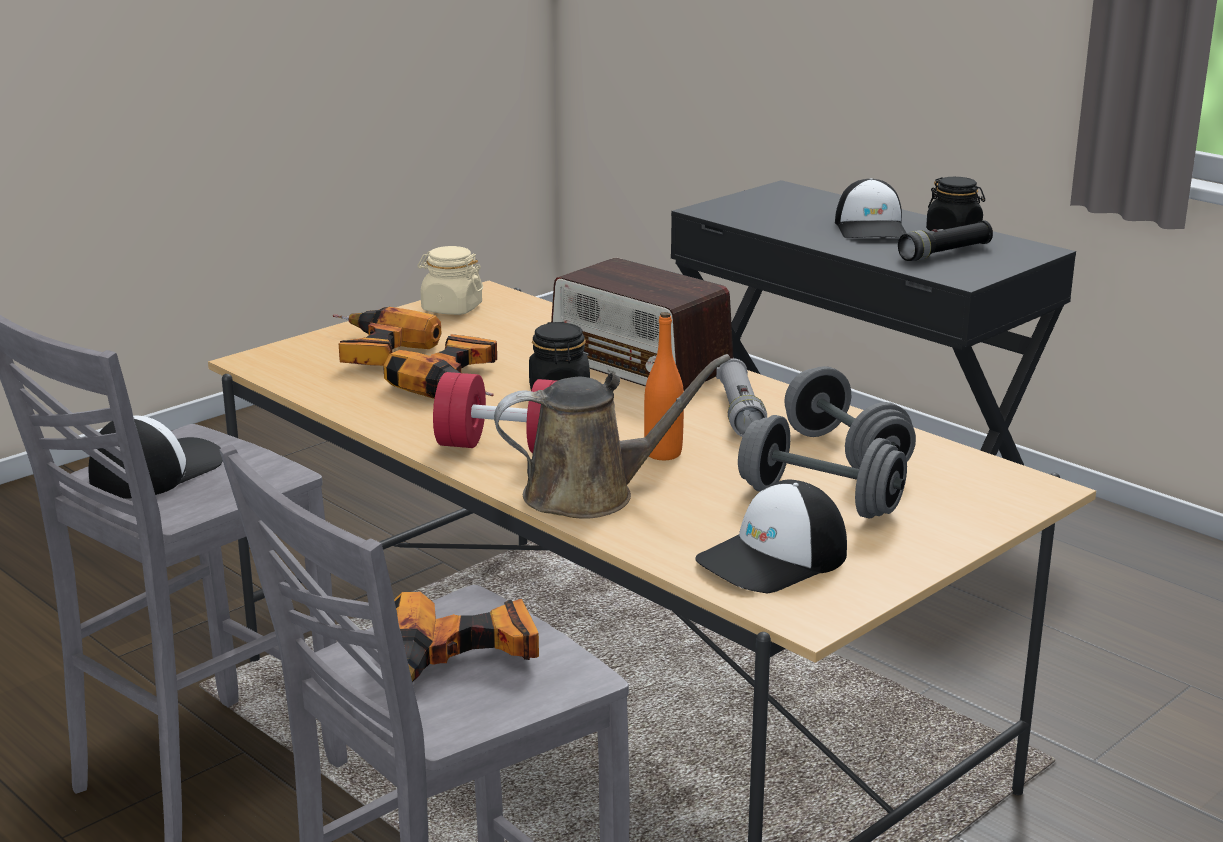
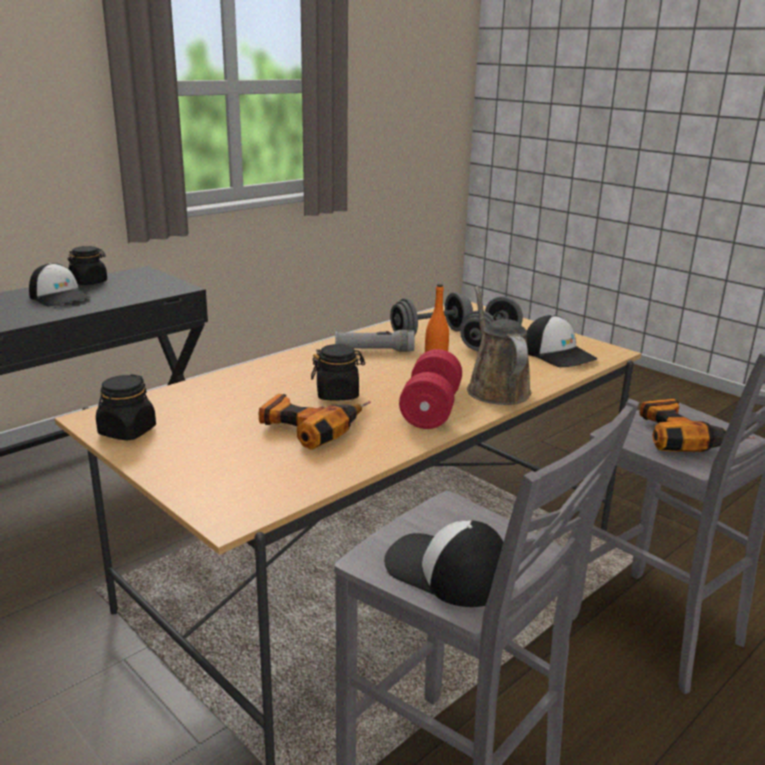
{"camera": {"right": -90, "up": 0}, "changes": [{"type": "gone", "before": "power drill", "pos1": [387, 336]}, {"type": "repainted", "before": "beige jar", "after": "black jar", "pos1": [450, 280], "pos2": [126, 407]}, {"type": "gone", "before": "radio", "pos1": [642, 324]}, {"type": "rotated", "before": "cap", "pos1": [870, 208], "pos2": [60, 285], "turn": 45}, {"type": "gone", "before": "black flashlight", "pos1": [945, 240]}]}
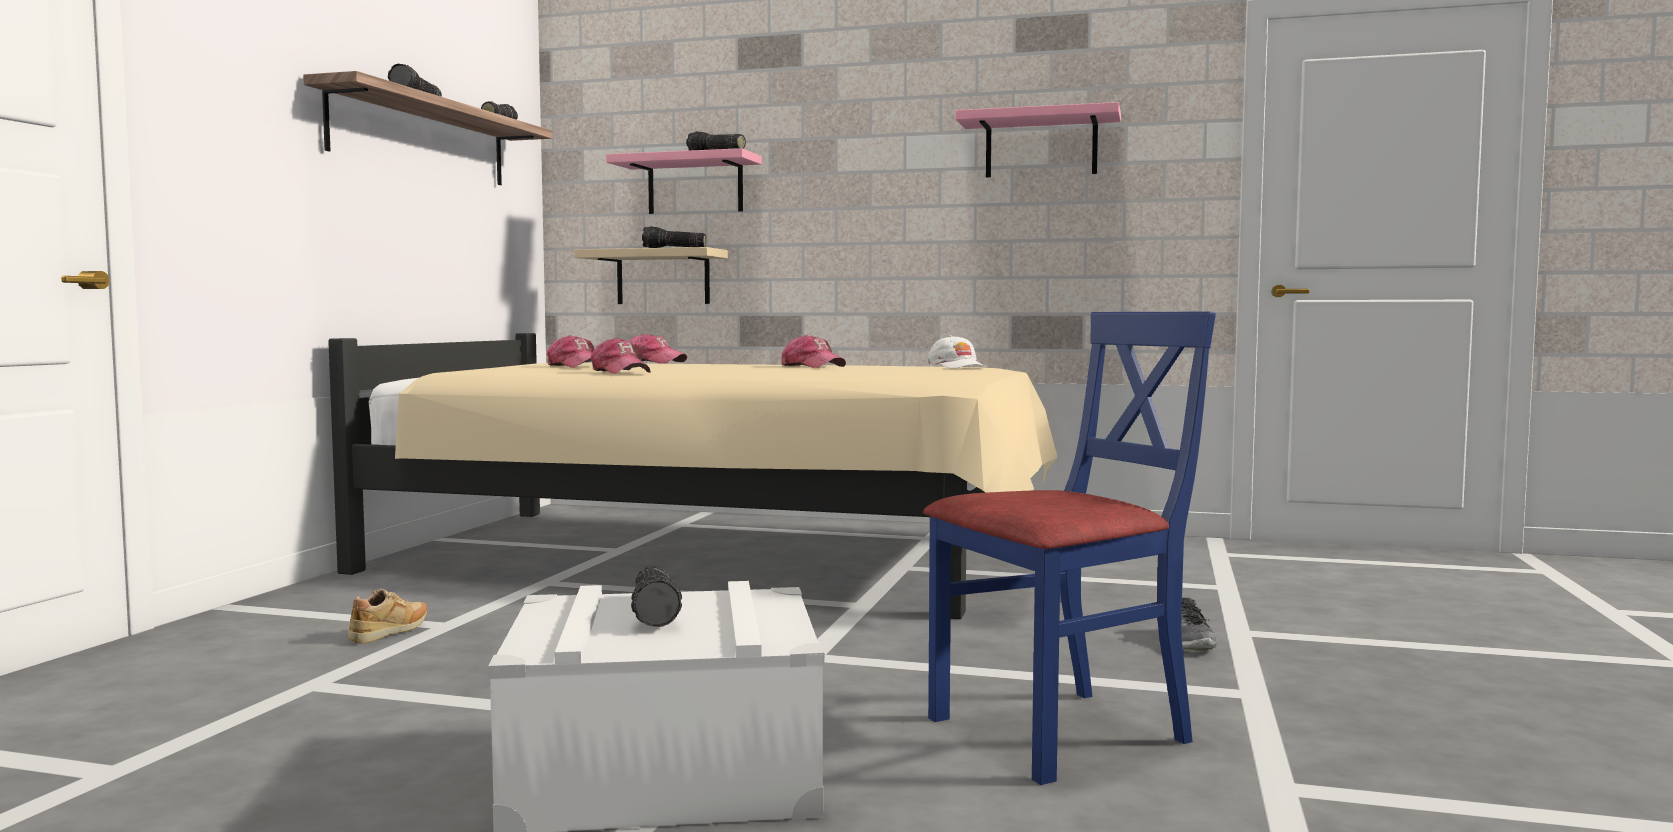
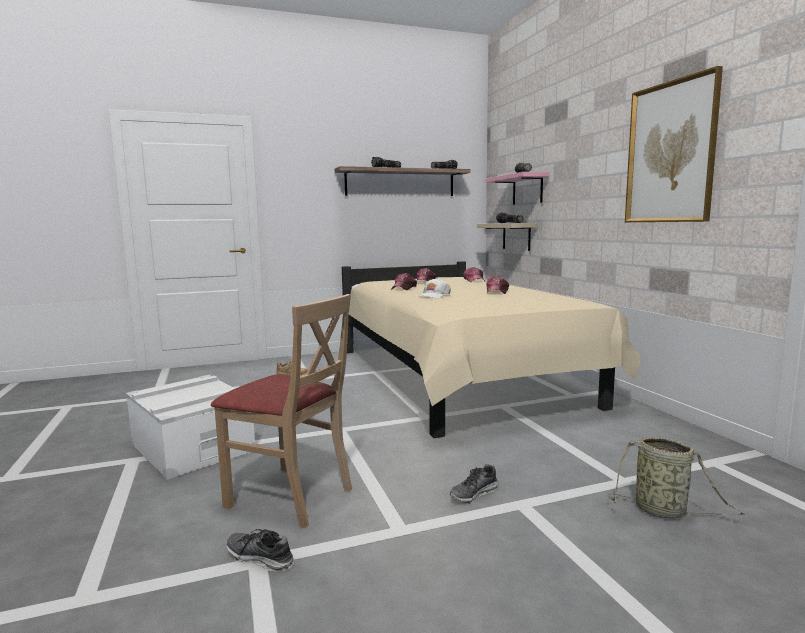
{"camera": {"right": 55, "up": 5}, "changes": [{"type": "gone", "before": "flashlight", "pos1": [656, 596]}, {"type": "repainted", "before": "blue chair", "after": "beige chair", "pos1": [1069, 548], "pos2": [281, 411]}, {"type": "shifted", "before": "white cap", "pos1": [957, 352], "pos2": [435, 288]}, {"type": "swapped", "before": "pink shelf", "after": "picture", "pos1": [1038, 139], "pos2": [674, 144]}, {"type": "new", "after": "shoe", "pos2": [260, 550]}, {"type": "new", "after": "basket", "pos2": [676, 478]}]}
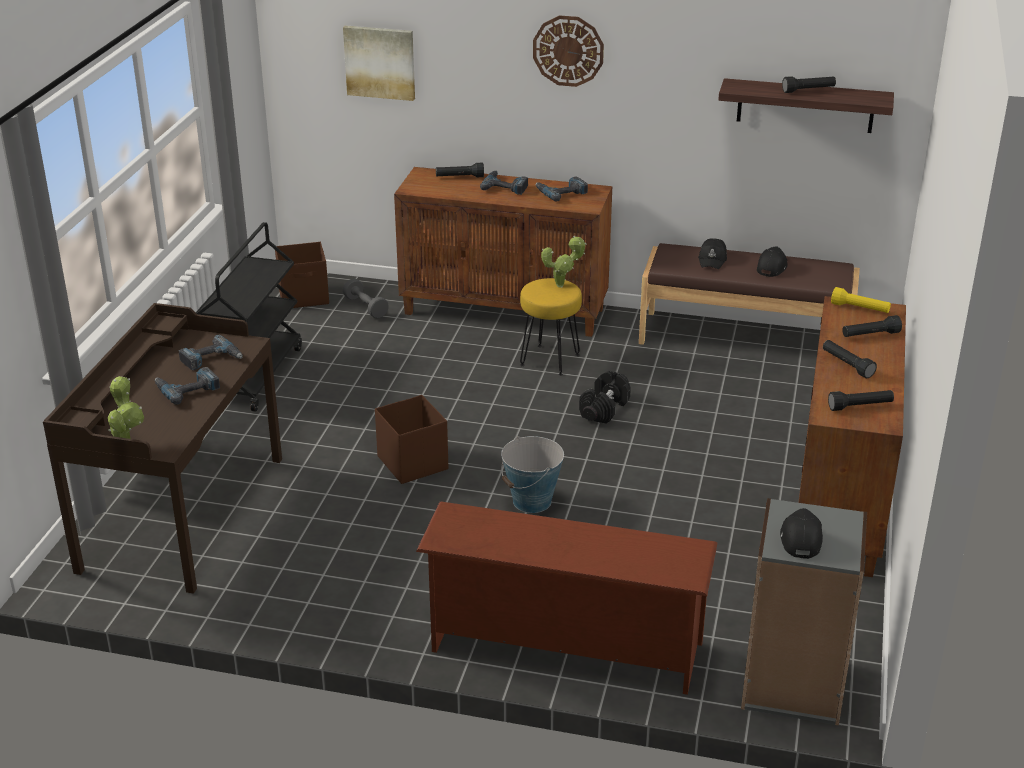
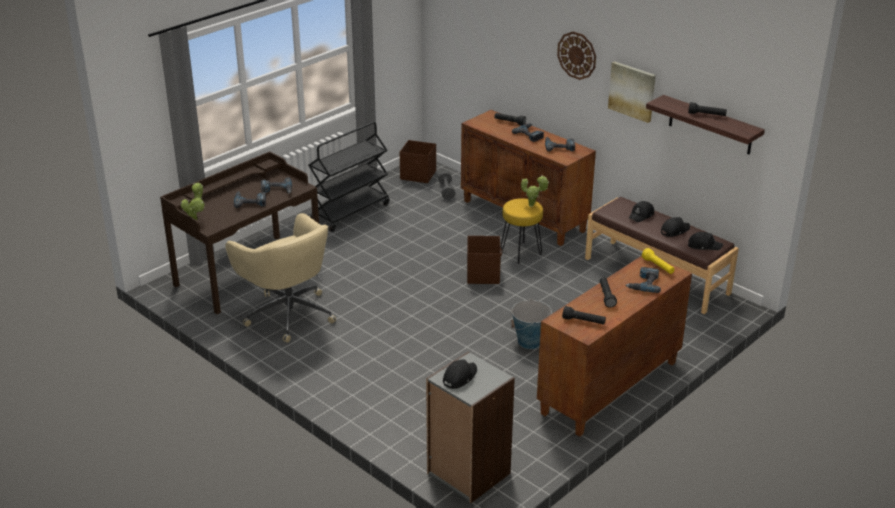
{"camera": {"right": 30, "up": 0}, "changes": [{"type": "shifted", "before": "picture", "pos1": [379, 63], "pos2": [632, 92]}, {"type": "shifted", "before": "brown storage box", "pos1": [411, 439], "pos2": [484, 260]}, {"type": "gone", "before": "brown shoe rack", "pos1": [567, 598]}, {"type": "shifted", "before": "bucket", "pos1": [532, 474], "pos2": [531, 324]}, {"type": "gone", "before": "black dumbbell", "pos1": [605, 397]}, {"type": "swapped", "before": "black flashlight", "after": "power drill", "pos1": [872, 326], "pos2": [643, 280]}, {"type": "new", "after": "beige office chair", "pos2": [281, 278]}, {"type": "new", "after": "black cap", "pos2": [705, 241]}]}
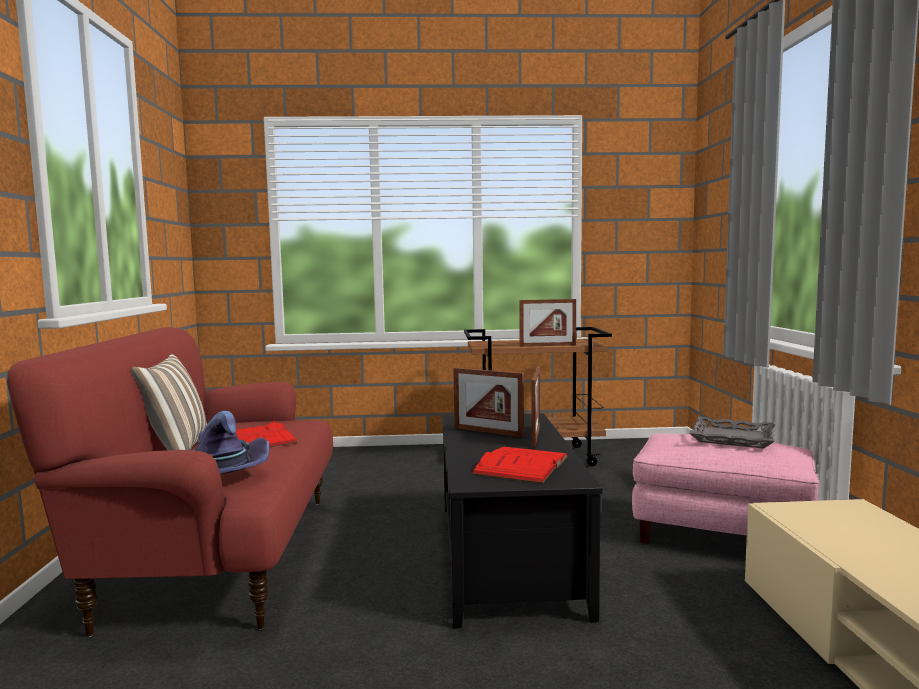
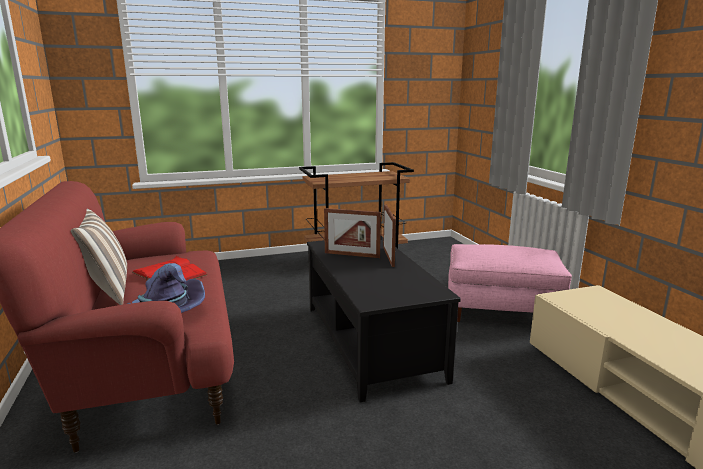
{"camera": {"right": -15, "up": 10}, "changes": [{"type": "gone", "before": "red book", "pos1": [519, 465]}, {"type": "gone", "before": "picture frame", "pos1": [547, 323]}, {"type": "gone", "before": "grey tray", "pos1": [732, 433]}]}
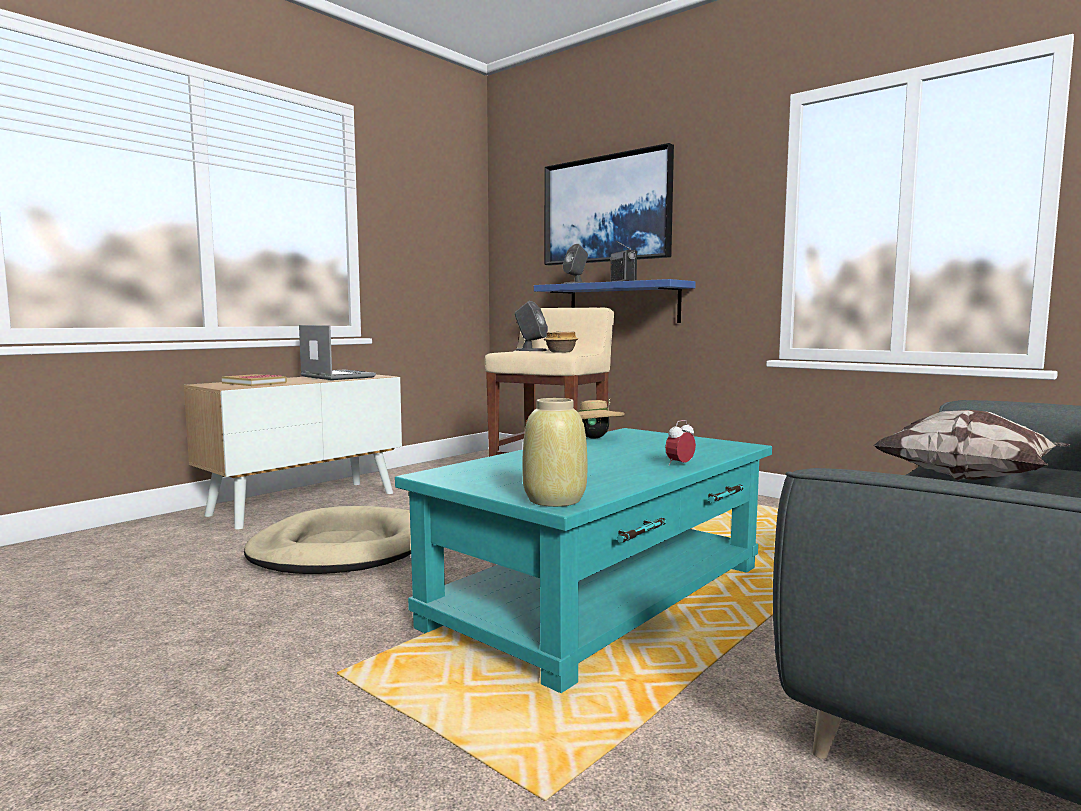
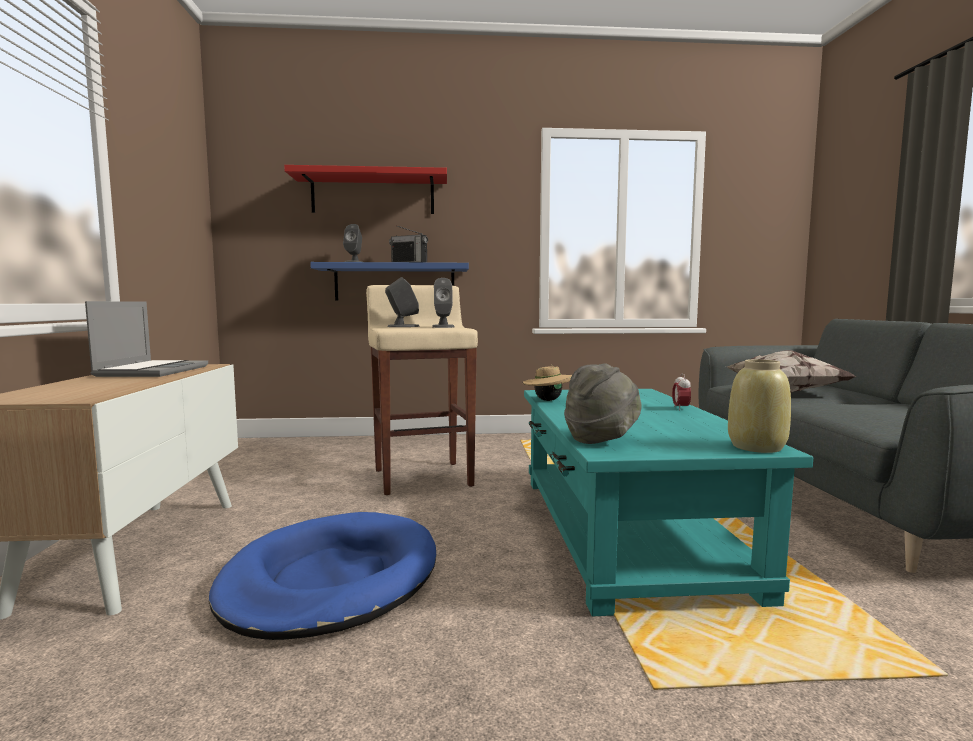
{"camera": {"right": -45, "up": 0}, "changes": [{"type": "gone", "before": "book", "pos1": [254, 380]}, {"type": "repainted", "before": "beige dog bed", "after": "blue dog bed", "pos1": [327, 540], "pos2": [322, 576]}, {"type": "rotated", "before": "laptop", "pos1": [337, 352], "pos2": [146, 339], "turn": 90}, {"type": "swapped", "before": "bowl", "after": "grey speaker", "pos1": [561, 342], "pos2": [443, 303]}, {"type": "swapped", "before": "picture", "after": "red shelf", "pos1": [609, 204], "pos2": [365, 189]}, {"type": "new", "after": "grey hat", "pos2": [602, 403]}]}
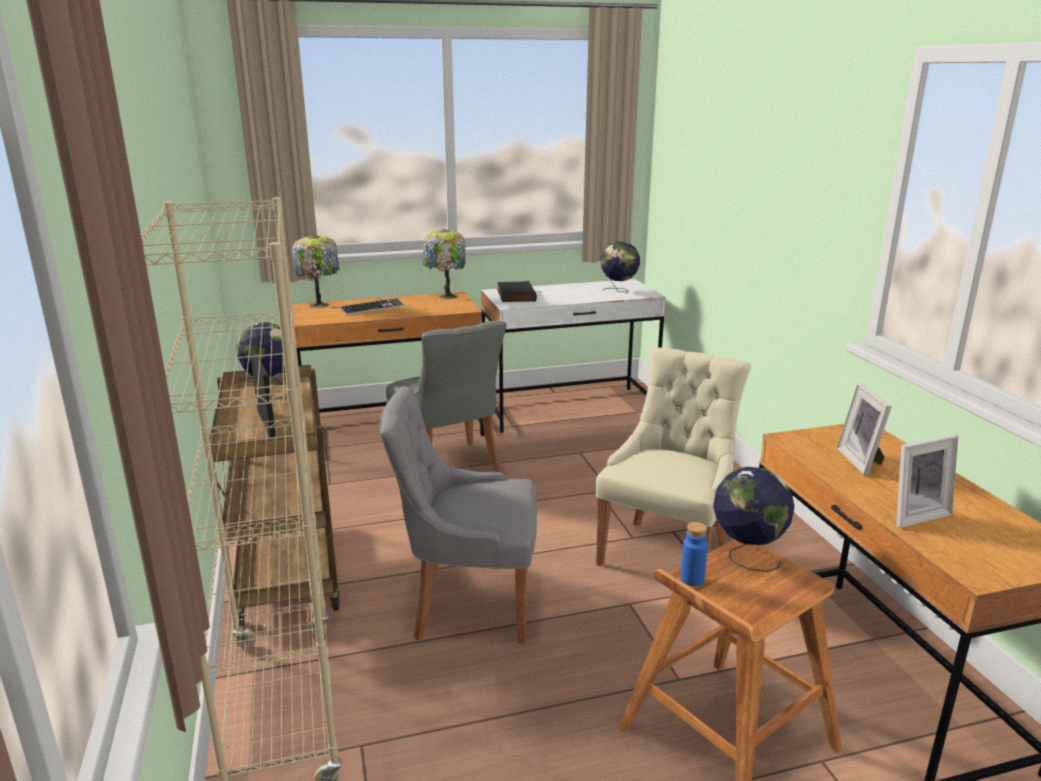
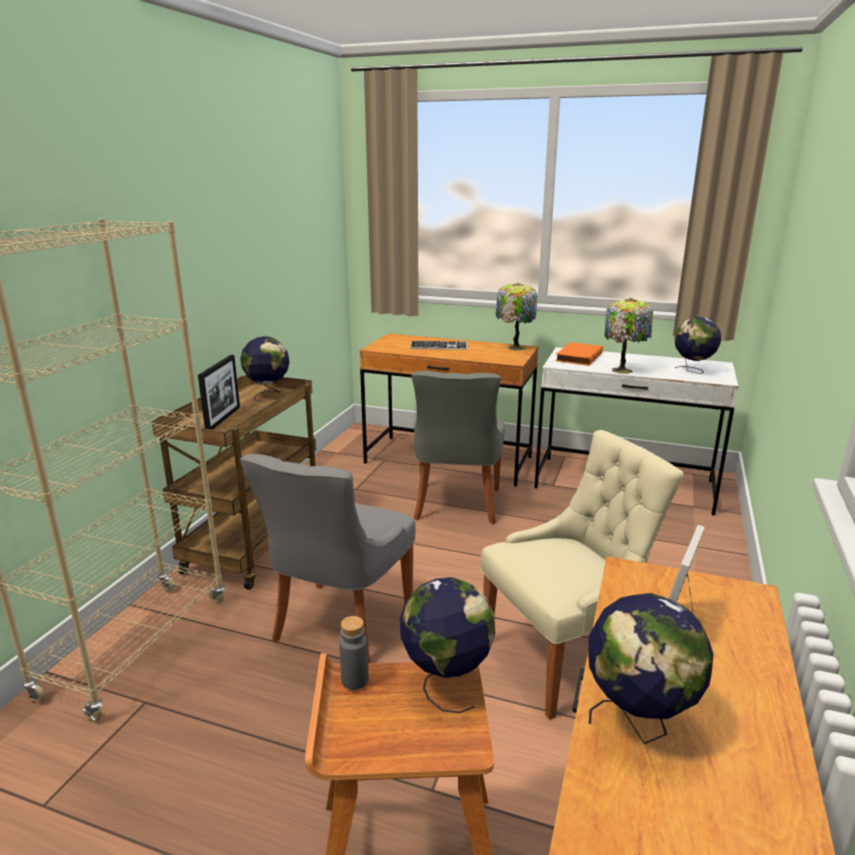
{"camera": {"right": 35, "up": 0}, "changes": [{"type": "shifted", "before": "table lamp", "pos1": [316, 271], "pos2": [629, 336]}, {"type": "rotated", "before": "grey chair", "pos1": [458, 515], "pos2": [328, 559], "turn": -105}, {"type": "repainted", "before": "black book", "after": "orange book", "pos1": [517, 291], "pos2": [579, 354]}, {"type": "repainted", "before": "blue bottle", "after": "grey bottle", "pos1": [694, 554], "pos2": [354, 653]}, {"type": "swapped", "before": "picture frame", "after": "globe", "pos1": [927, 481], "pos2": [650, 668]}]}
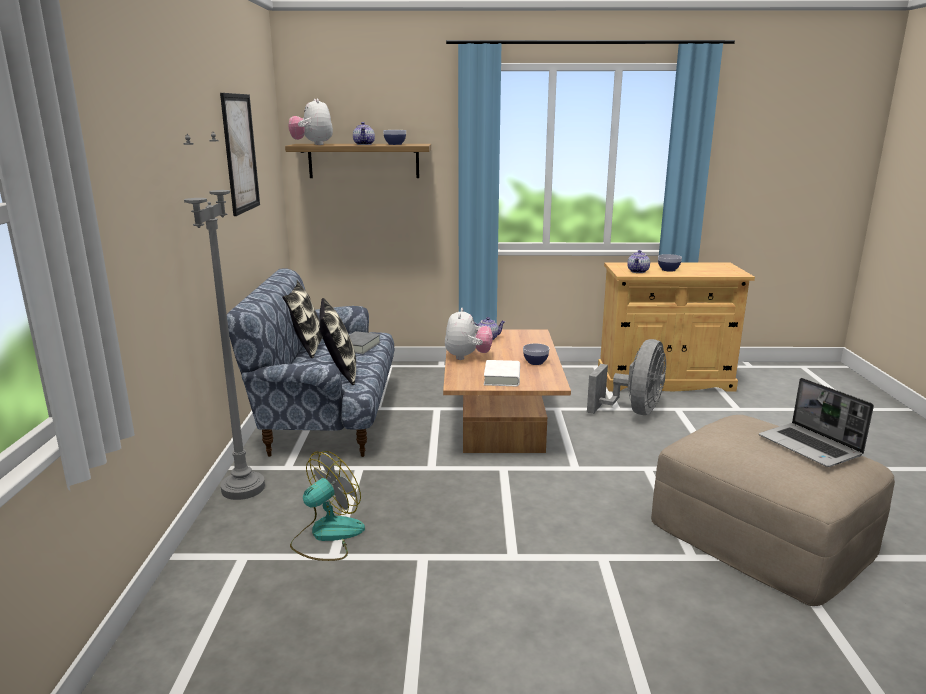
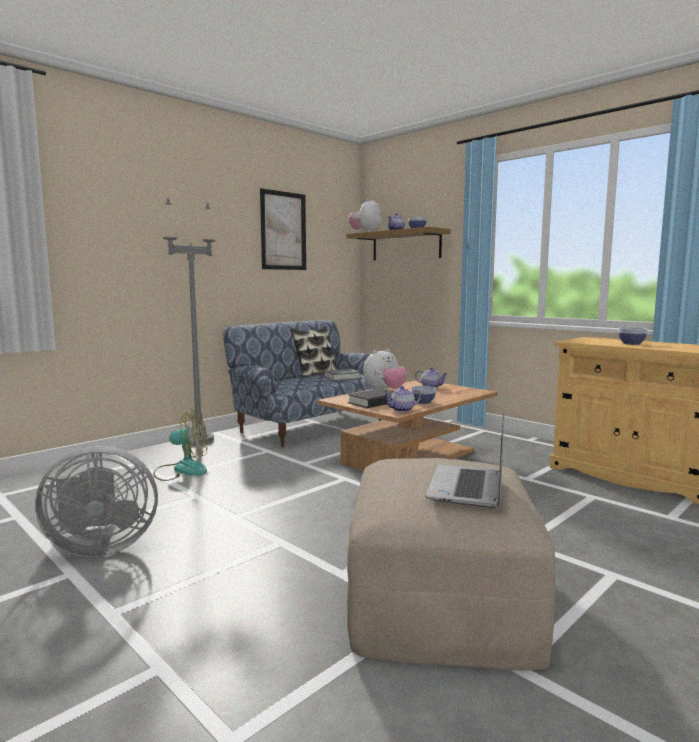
{"camera": {"right": 45, "up": -10}, "changes": [{"type": "gone", "before": "pillow", "pos1": [337, 341]}, {"type": "repainted", "before": "white book", "after": "black book", "pos1": [502, 373], "pos2": [370, 398]}, {"type": "shifted", "before": "grey fan", "pos1": [626, 377], "pos2": [96, 501]}, {"type": "shifted", "before": "teapot", "pos1": [638, 261], "pos2": [402, 399]}]}
